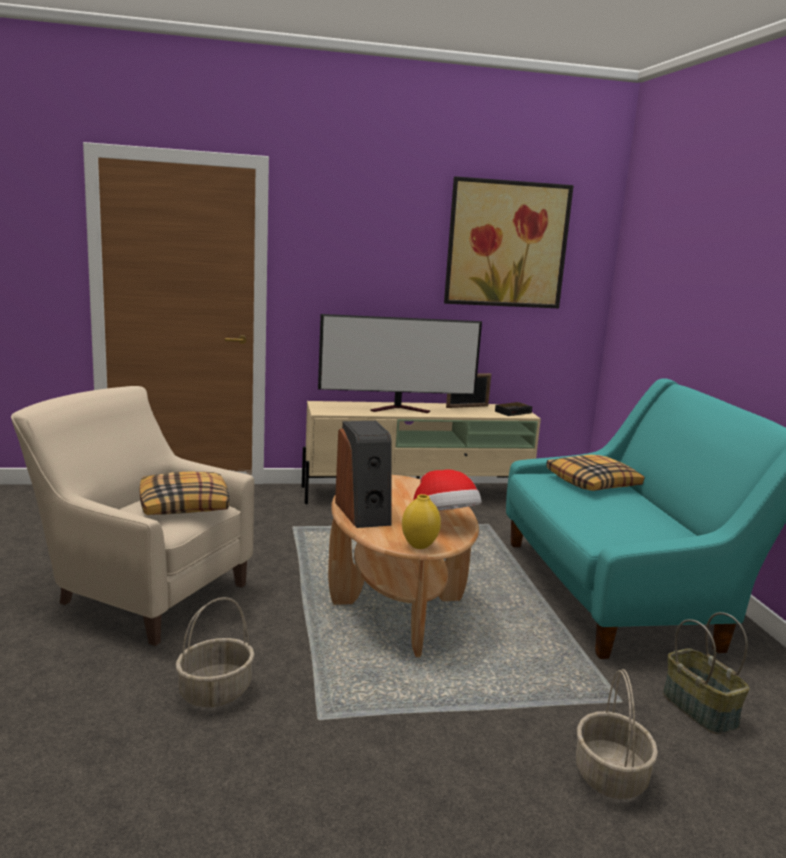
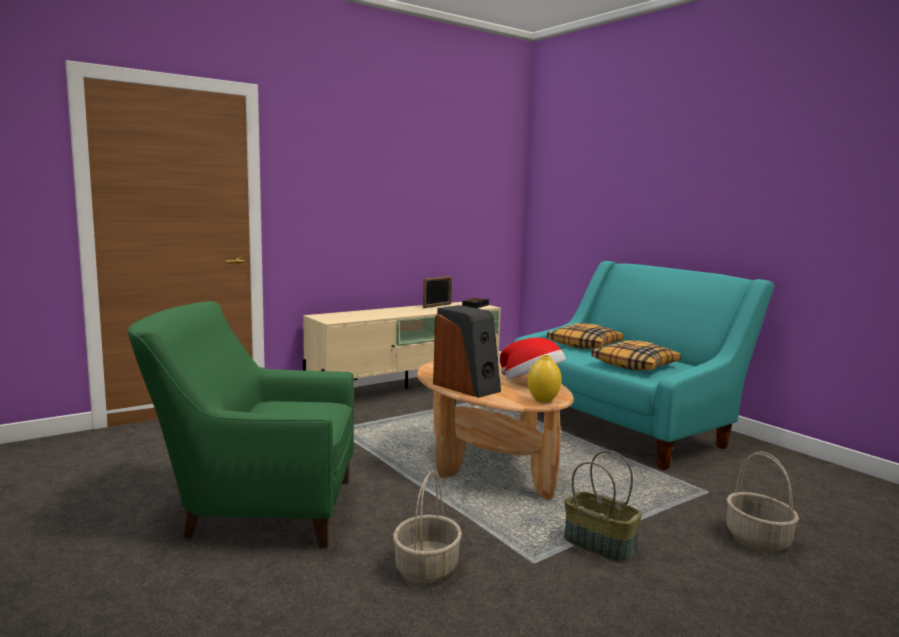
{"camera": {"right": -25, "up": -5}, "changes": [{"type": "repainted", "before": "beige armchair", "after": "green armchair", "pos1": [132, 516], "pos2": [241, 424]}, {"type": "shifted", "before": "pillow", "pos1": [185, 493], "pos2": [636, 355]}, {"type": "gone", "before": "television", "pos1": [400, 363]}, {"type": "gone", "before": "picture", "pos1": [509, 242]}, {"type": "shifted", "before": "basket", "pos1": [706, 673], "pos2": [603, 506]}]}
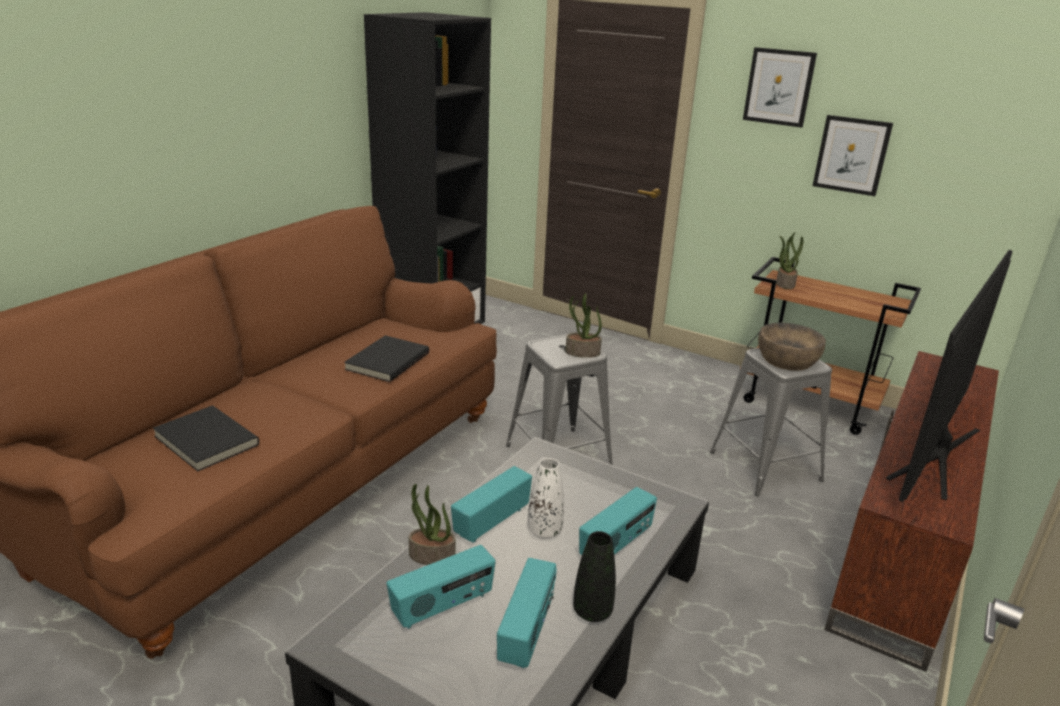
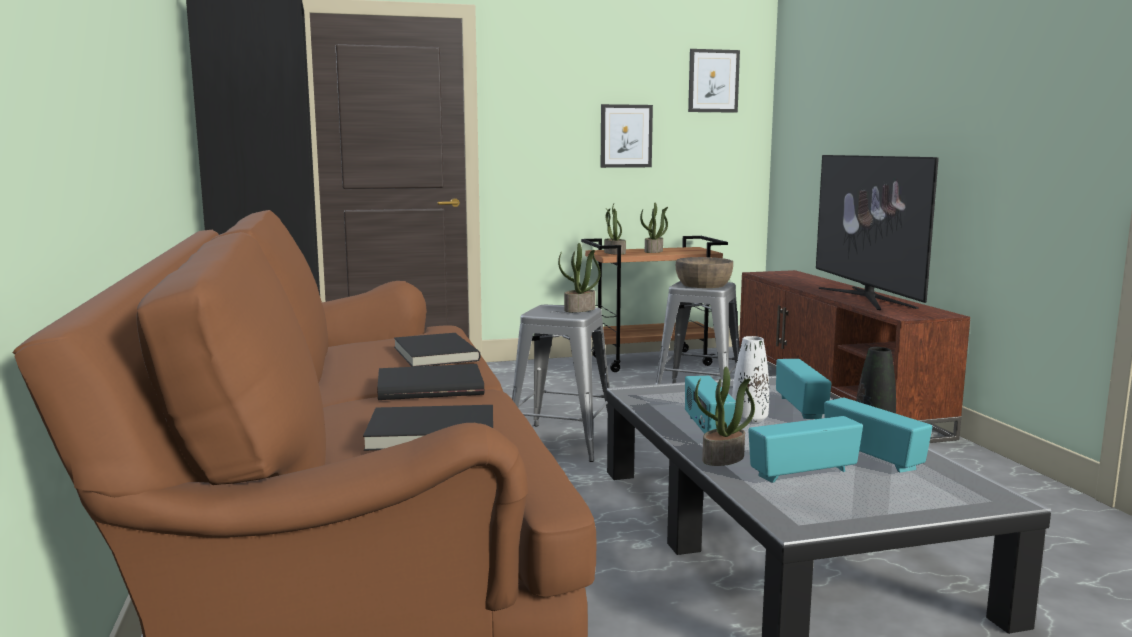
{"camera": {"right": -45, "up": -15}, "changes": [{"type": "rotated", "before": "radio", "pos1": [441, 587], "pos2": [805, 449], "turn": -120}, {"type": "shifted", "before": "picture", "pos1": [780, 87], "pos2": [714, 81]}, {"type": "new", "after": "black book", "pos2": [430, 382]}, {"type": "new", "after": "potted plant", "pos2": [654, 228]}]}
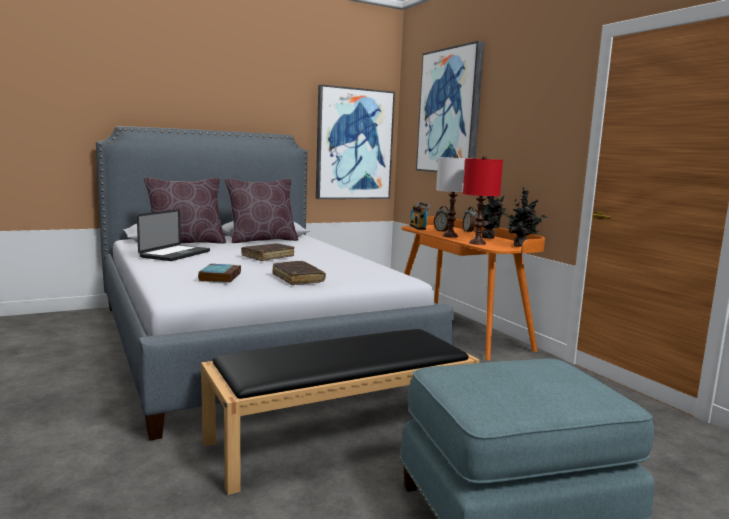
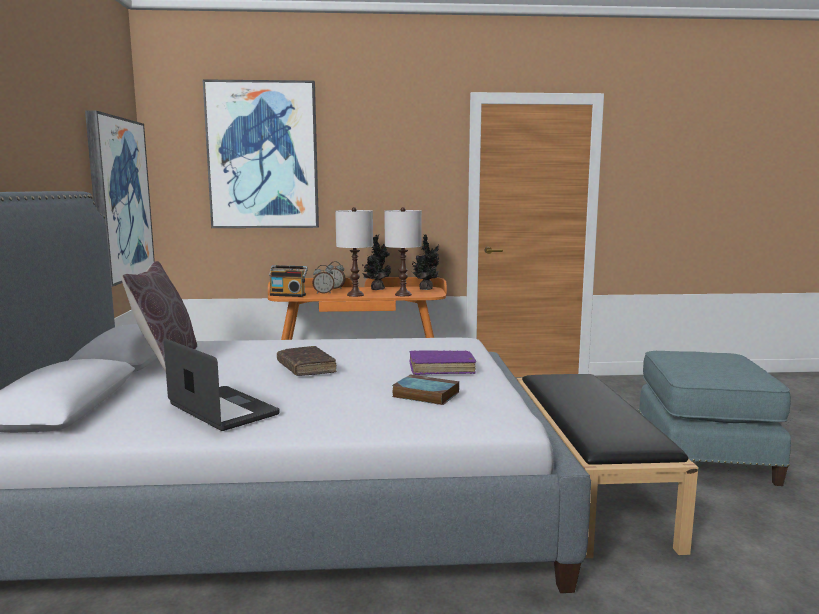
{"camera": {"right": -65, "up": 0}, "changes": [{"type": "gone", "before": "brown pillow", "pos1": [185, 210]}, {"type": "repainted", "before": "brown book", "after": "purple book", "pos1": [299, 273], "pos2": [443, 362]}, {"type": "repainted", "before": "red table lamp", "after": "white table lamp", "pos1": [483, 200], "pos2": [403, 251]}]}
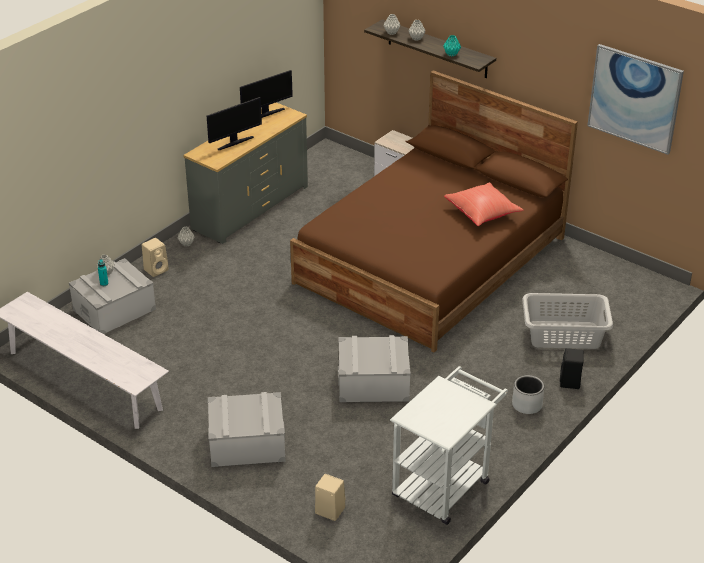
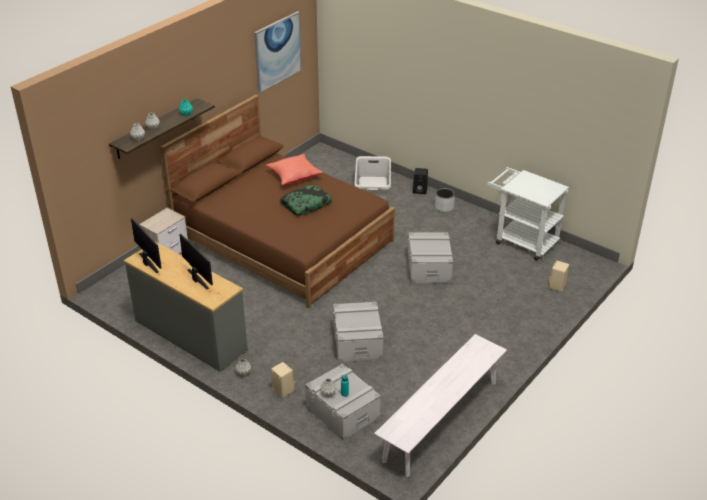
{"camera": {"right": -90, "up": 0}, "changes": [{"type": "shifted", "before": "grey storage box", "pos1": [247, 429], "pos2": [358, 331]}, {"type": "new", "after": "pillow", "pos2": [305, 200]}]}
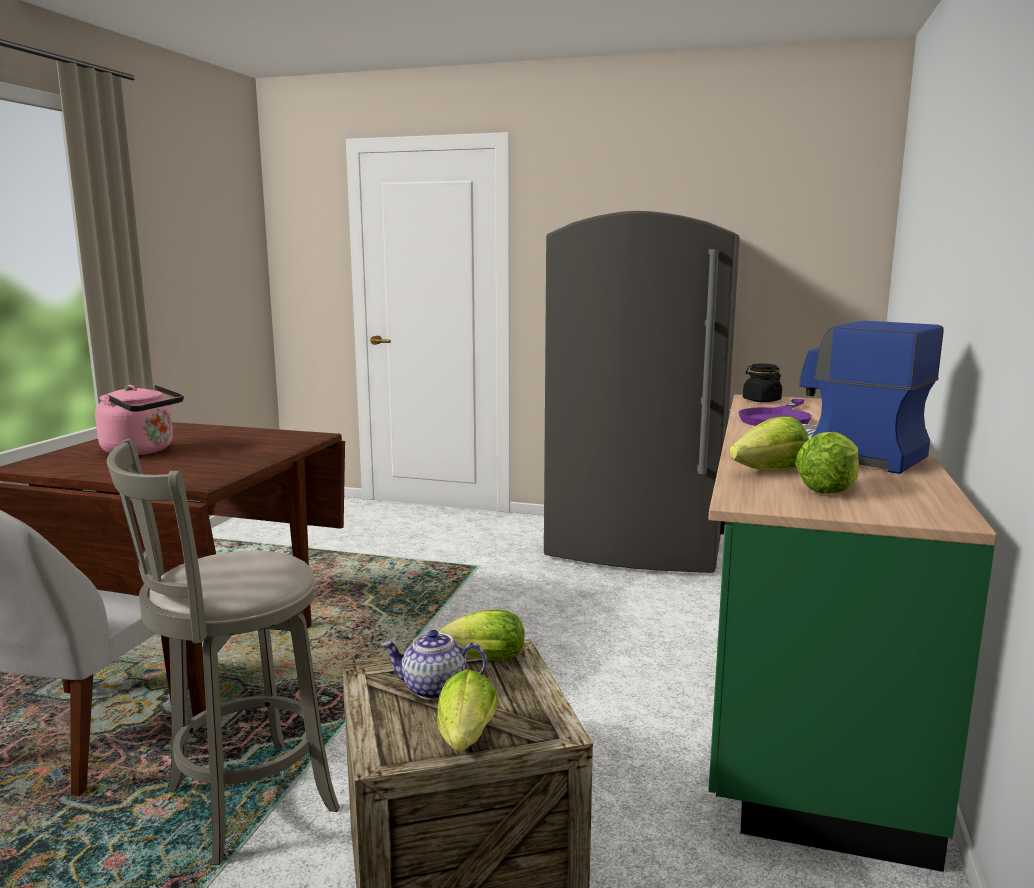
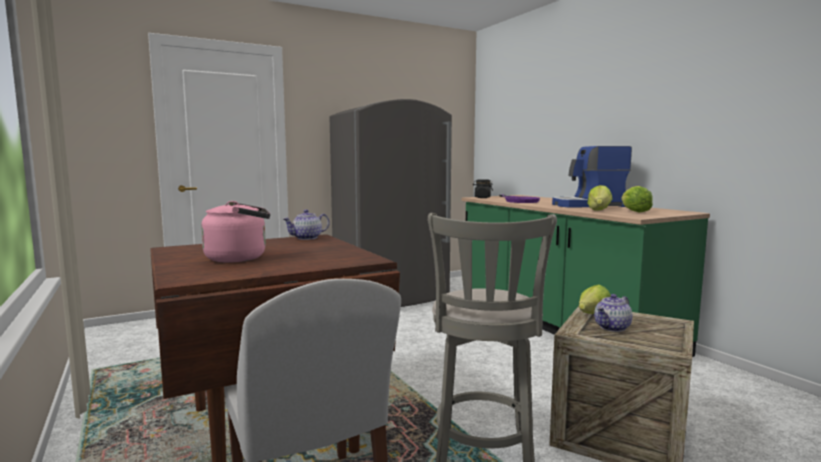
{"camera": {"right": -45, "up": -5}, "changes": [{"type": "gone", "before": "lettuce", "pos1": [467, 710]}, {"type": "new", "after": "teapot", "pos2": [306, 224]}]}
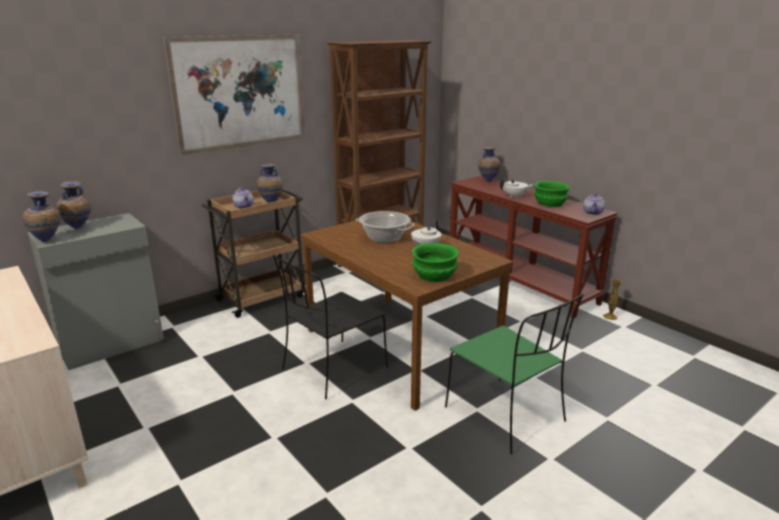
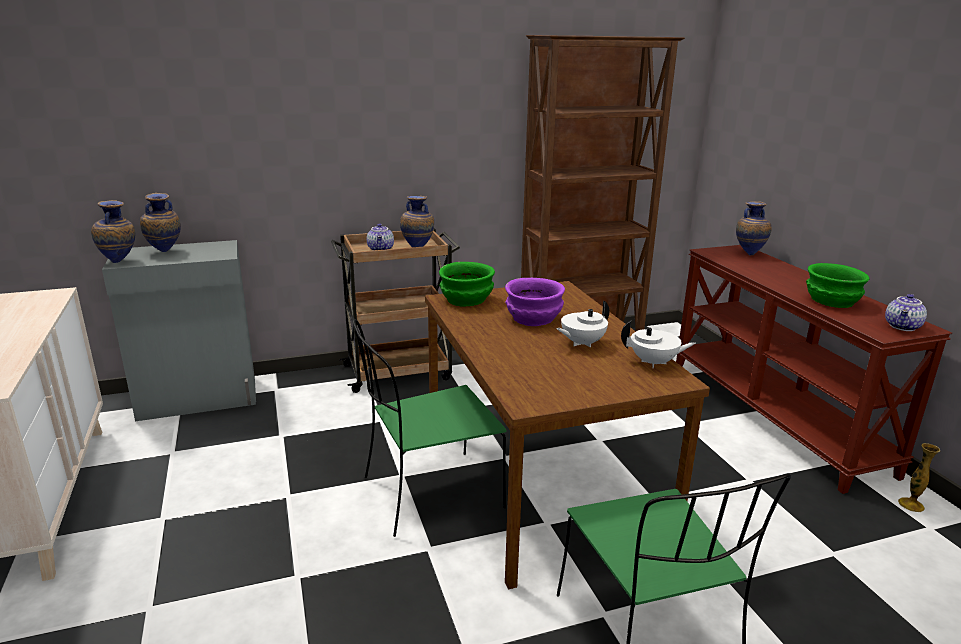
{"camera": {"right": 20, "up": 0}, "changes": [{"type": "gone", "before": "picture", "pos1": [234, 95]}, {"type": "repainted", "before": "black chair", "after": "green chair", "pos1": [330, 326], "pos2": [429, 428]}, {"type": "swapped", "before": "cooking pot", "after": "purple bowl", "pos1": [385, 227], "pos2": [535, 302]}, {"type": "shifted", "before": "green bowl", "pos1": [435, 262], "pos2": [467, 284]}, {"type": "shifted", "before": "white teapot", "pos1": [516, 188], "pos2": [658, 344]}]}
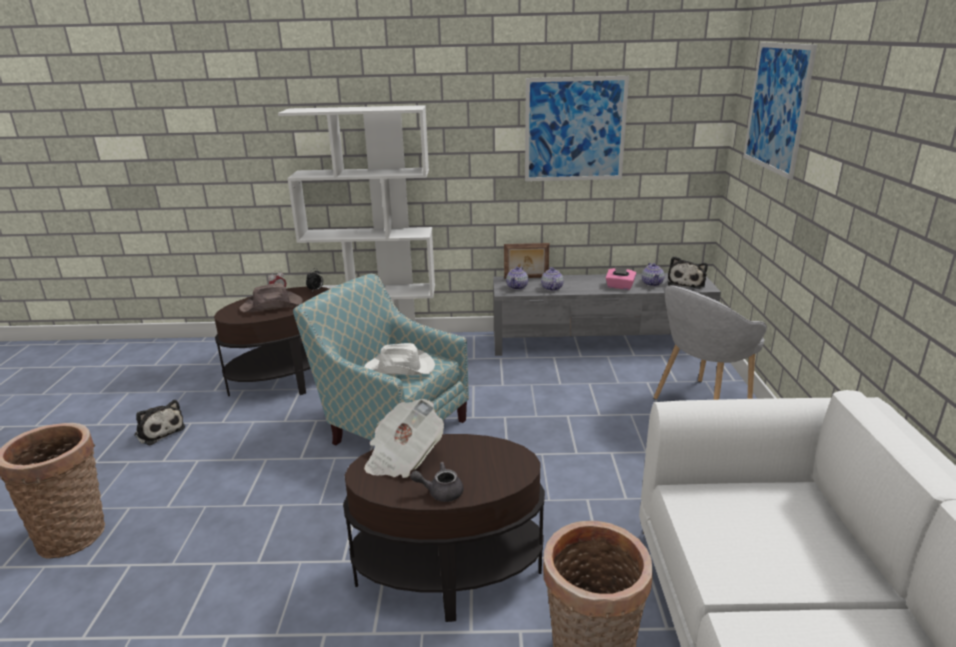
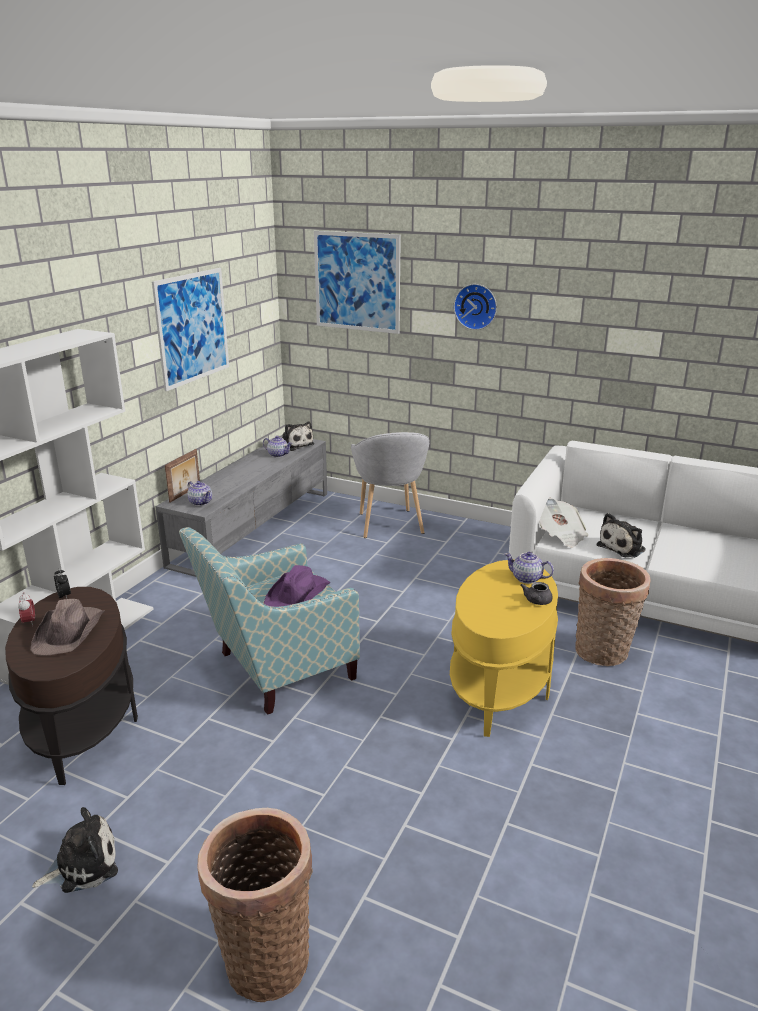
{"camera": {"right": -65, "up": 0}, "changes": [{"type": "repainted", "before": "brown side table", "after": "yellow side table", "pos1": [444, 528], "pos2": [504, 648]}, {"type": "repainted", "before": "white hat", "after": "purple hat", "pos1": [399, 359], "pos2": [297, 586]}, {"type": "shifted", "before": "newspaper", "pos1": [404, 438], "pos2": [563, 522]}, {"type": "shifted", "before": "teapot", "pos1": [552, 279], "pos2": [529, 568]}, {"type": "gone", "before": "pink tissue box", "pos1": [621, 278]}, {"type": "new", "after": "wall clock", "pos2": [475, 307]}, {"type": "new", "after": "plush toy", "pos2": [621, 535]}]}
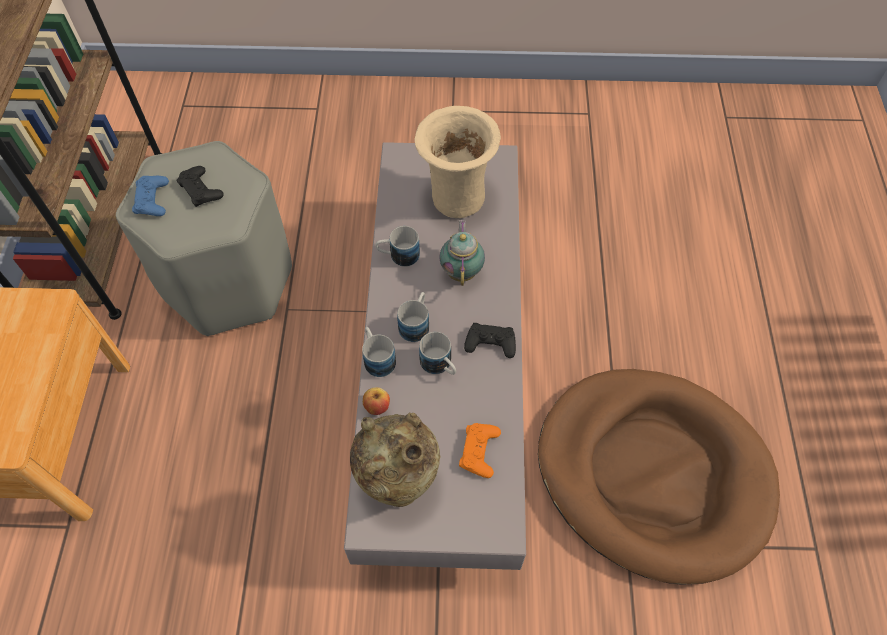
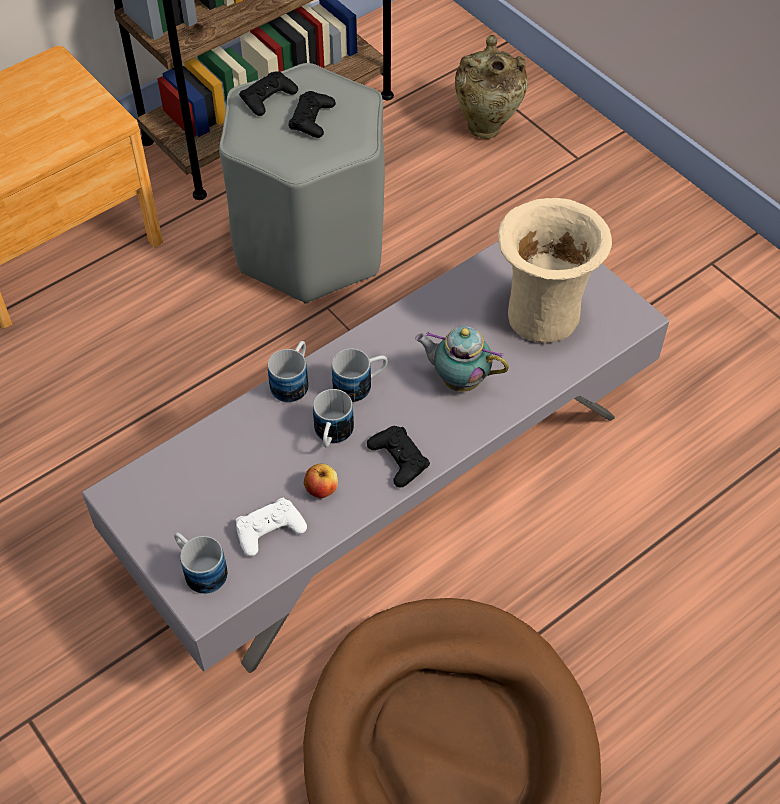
{"camera": {"right": 50, "up": -5}, "changes": [{"type": "repainted", "before": "blue game controller", "after": "black game controller", "pos1": [150, 196], "pos2": [268, 93]}, {"type": "shifted", "before": "beige vase", "pos1": [395, 460], "pos2": [491, 86]}, {"type": "shifted", "before": "apple", "pos1": [376, 401], "pos2": [321, 481]}, {"type": "shifted", "before": "mug", "pos1": [397, 246], "pos2": [201, 563]}, {"type": "rotated", "before": "teapot", "pos1": [462, 253], "pos2": [462, 359], "turn": -120}, {"type": "repainted", "before": "orange game controller", "after": "white game controller", "pos1": [480, 450], "pos2": [271, 527]}]}
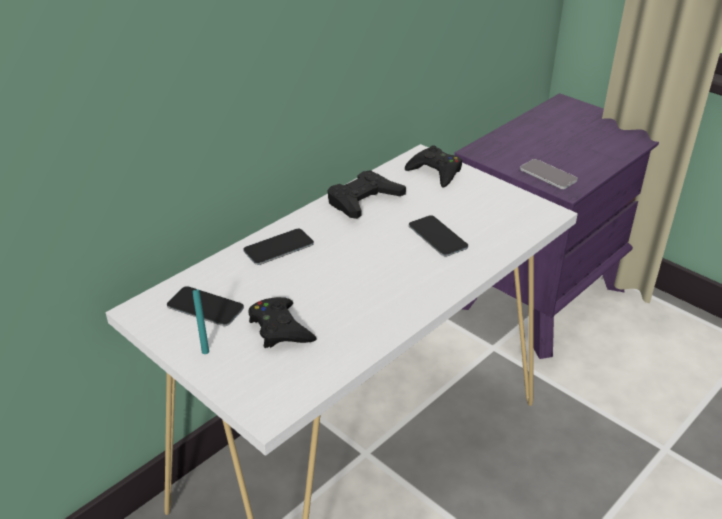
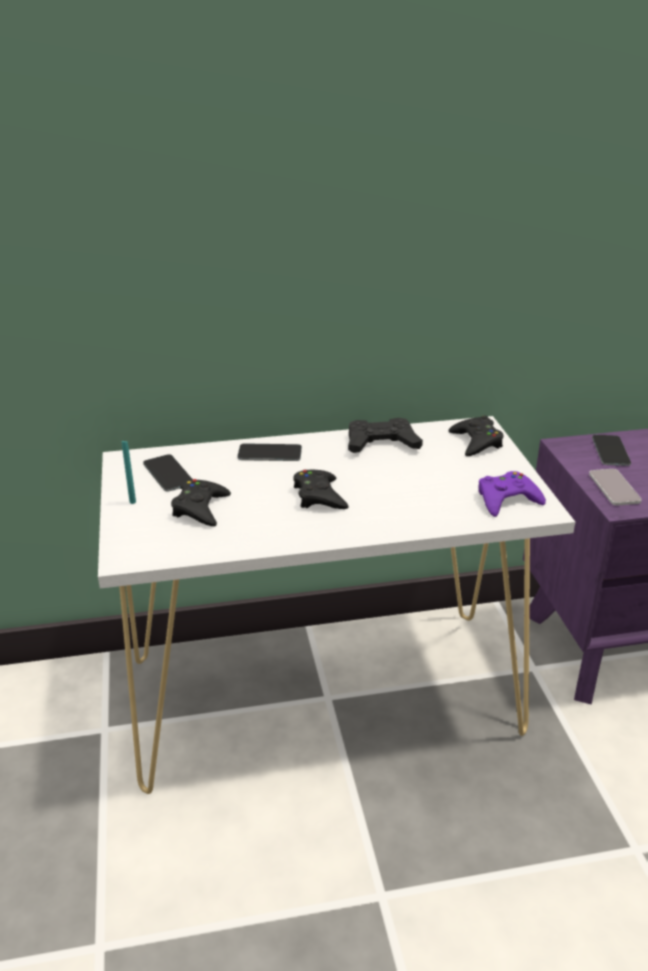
{"camera": {"right": 35, "up": -5}, "changes": [{"type": "shifted", "before": "phone", "pos1": [438, 235], "pos2": [611, 450]}, {"type": "new", "after": "black game controller", "pos2": [321, 489]}, {"type": "new", "after": "purple game controller", "pos2": [512, 494]}]}
